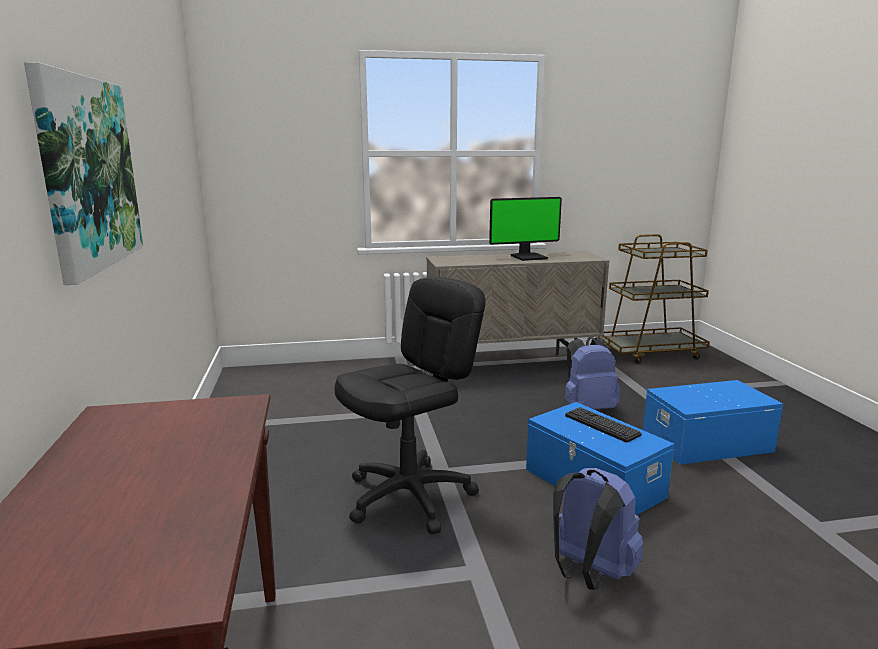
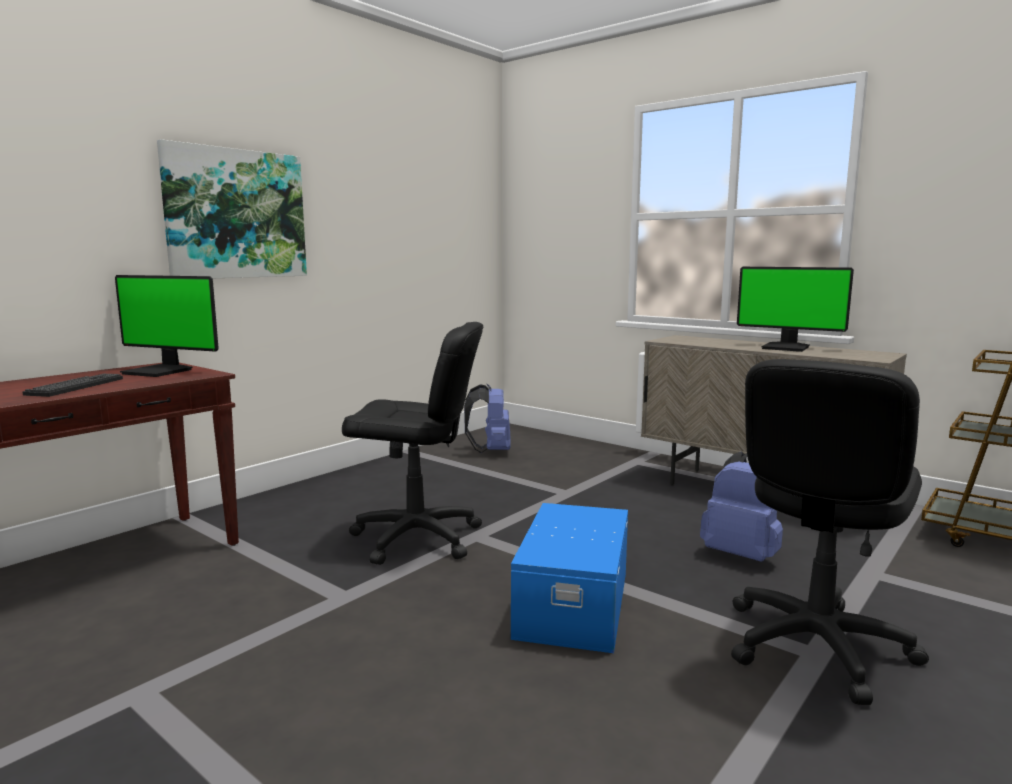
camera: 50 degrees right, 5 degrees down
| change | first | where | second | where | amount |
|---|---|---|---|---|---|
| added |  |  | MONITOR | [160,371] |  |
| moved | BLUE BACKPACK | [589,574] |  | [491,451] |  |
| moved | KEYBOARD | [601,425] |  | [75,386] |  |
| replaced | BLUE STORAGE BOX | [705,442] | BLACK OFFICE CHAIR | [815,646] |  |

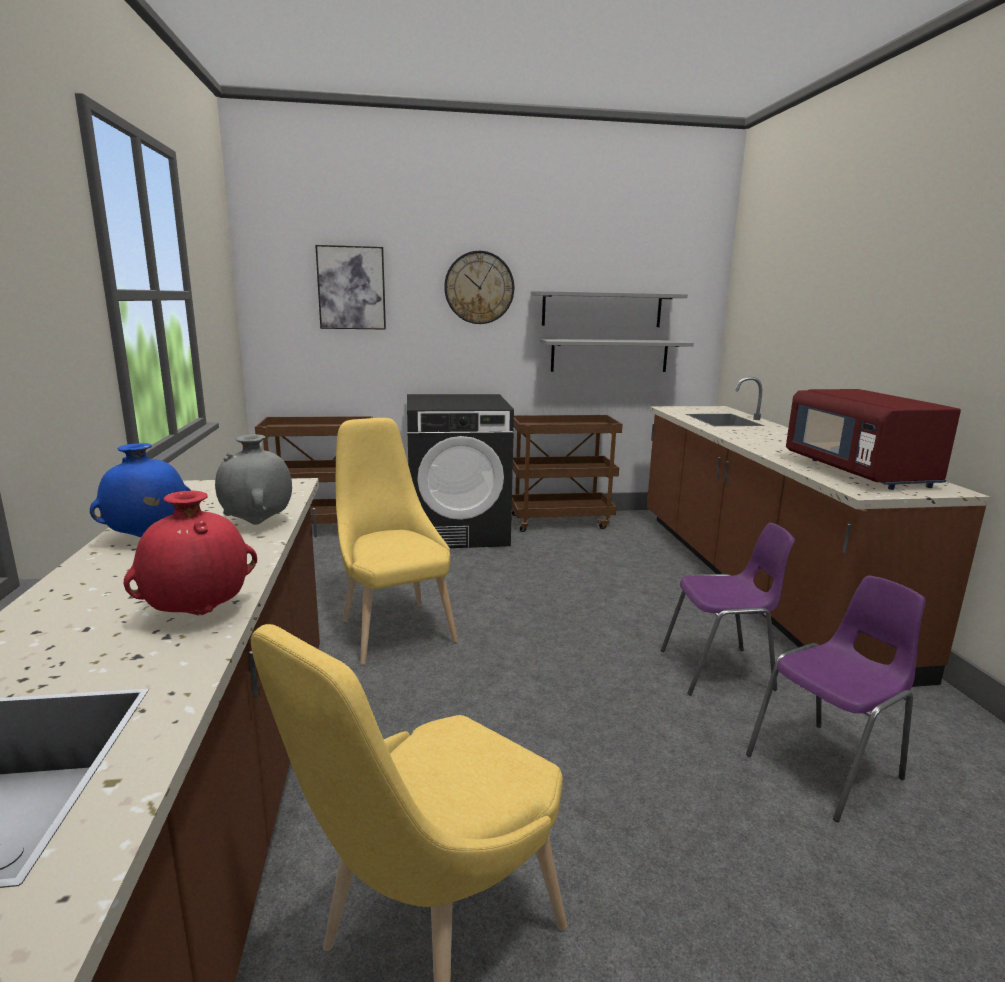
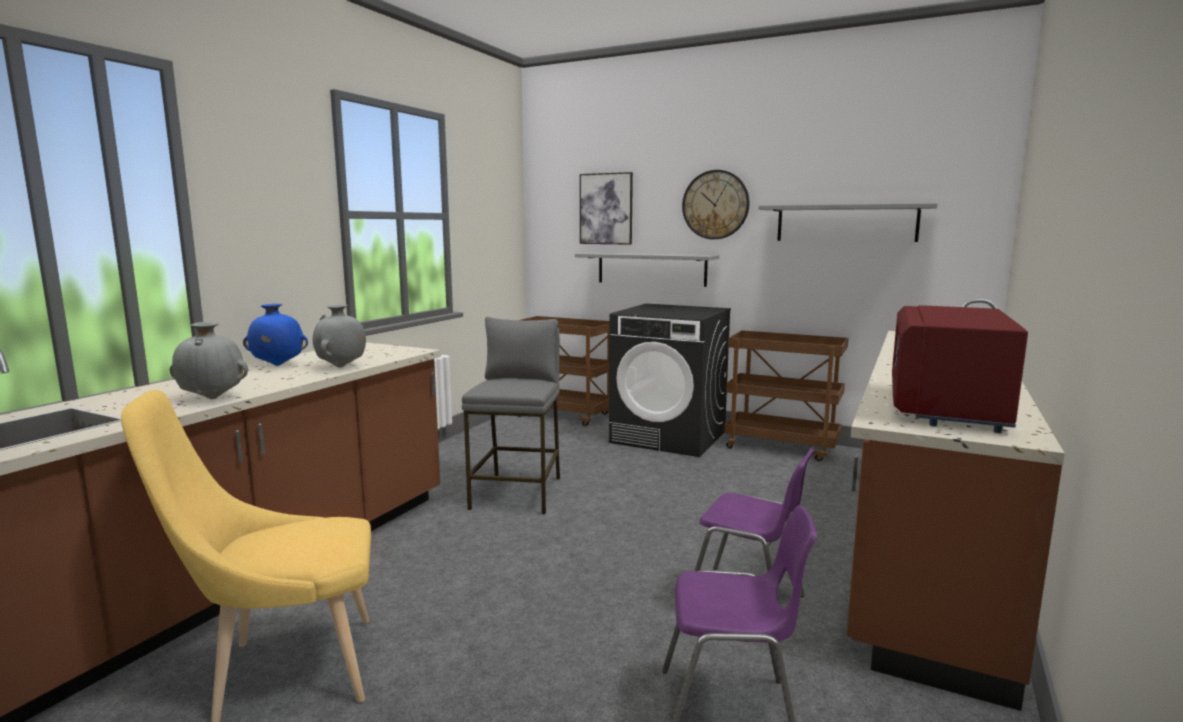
camera: 35 degrees right, 5 degrees down
| change | first | where | second | where | amount |
|---|---|---|---|---|---|
| moved | GREY SHELF | [609,355] |  | [651,269] |  |
| replaced | YELLOW CHAIR | [393,628] | GREY STOOL | [518,493] |  |
| recoloured | RED VASE | [200,613] | GREY VASE | [213,398] |  |

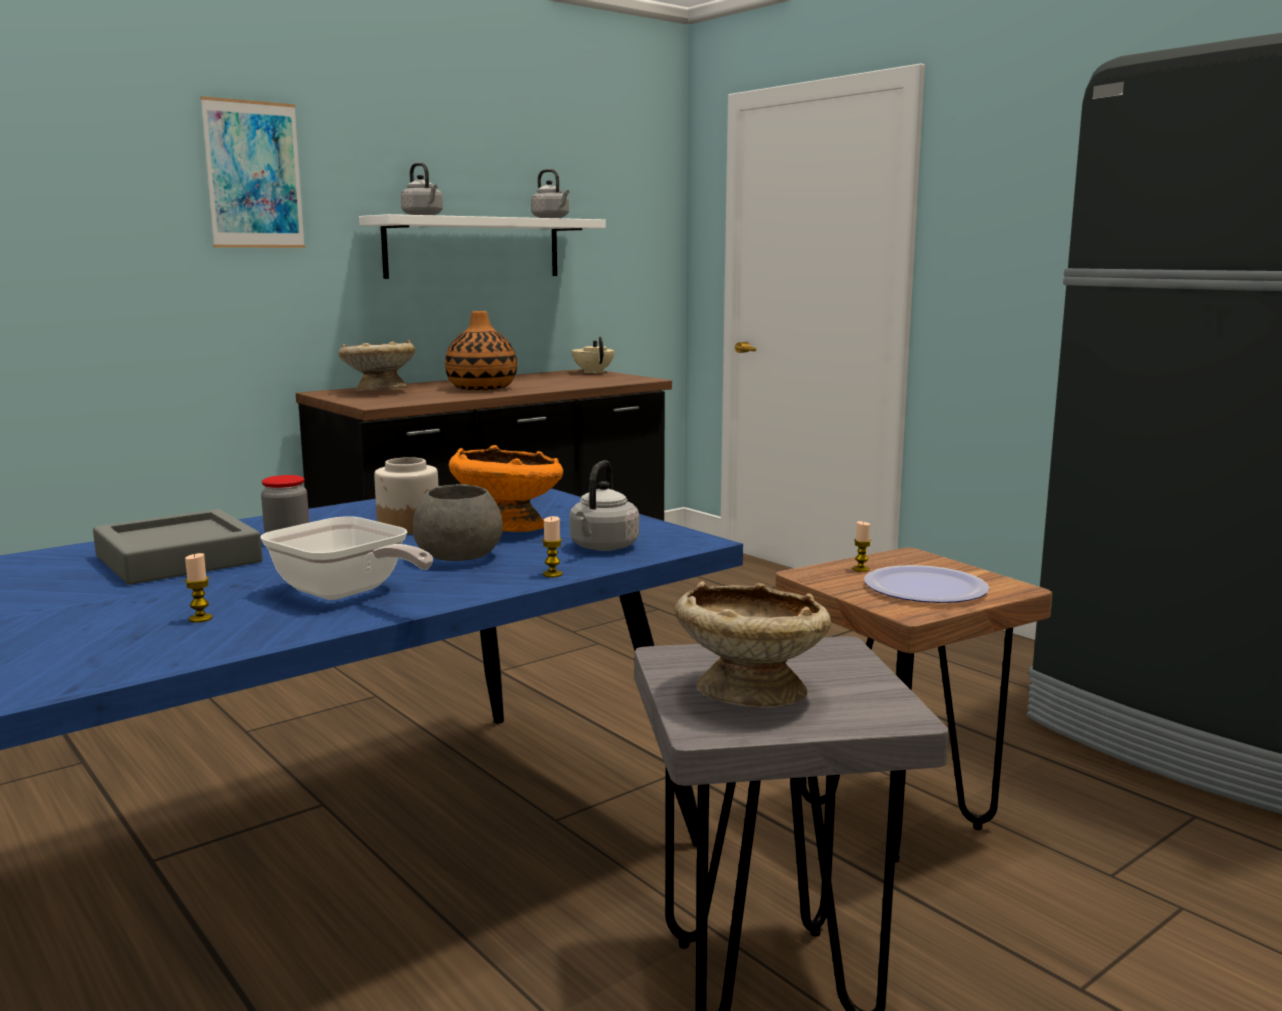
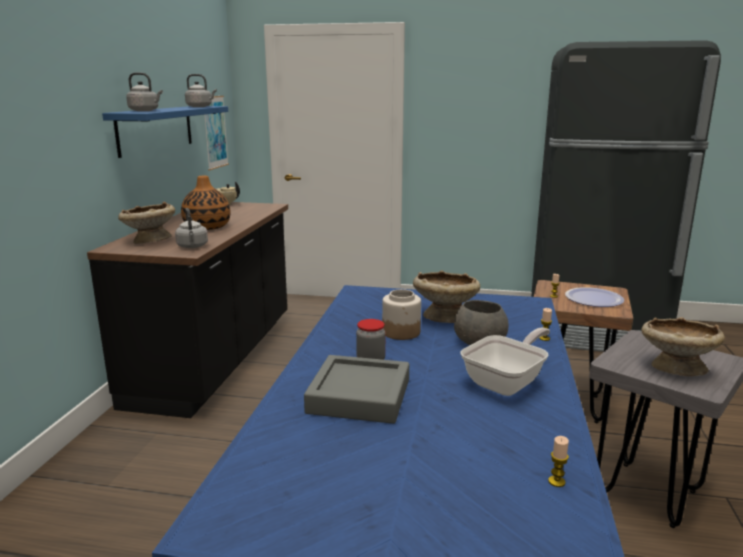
camera: 40 degrees left, 5 degrees up
| change | first | where | second | where | amount |
|---|---|---|---|---|---|
| moved | CANDLE | [200,618] |  | [556,481] |  |
| moved | PICTURE | [254,175] |  | [215,132] |  |
| moved | GREY KETTLE | [602,547] |  | [192,247] |  |
| recoloured | WHITE SHELF | [473,248] | BLUE SHELF | [156,129] |  |
| recoloured | ORANGE BOWL | [507,527] | BEIGE BOWL | [444,318] |  |
| turned | FRYING PAN | [346,593] |  | [507,382] | 45 degrees counterclockwise |

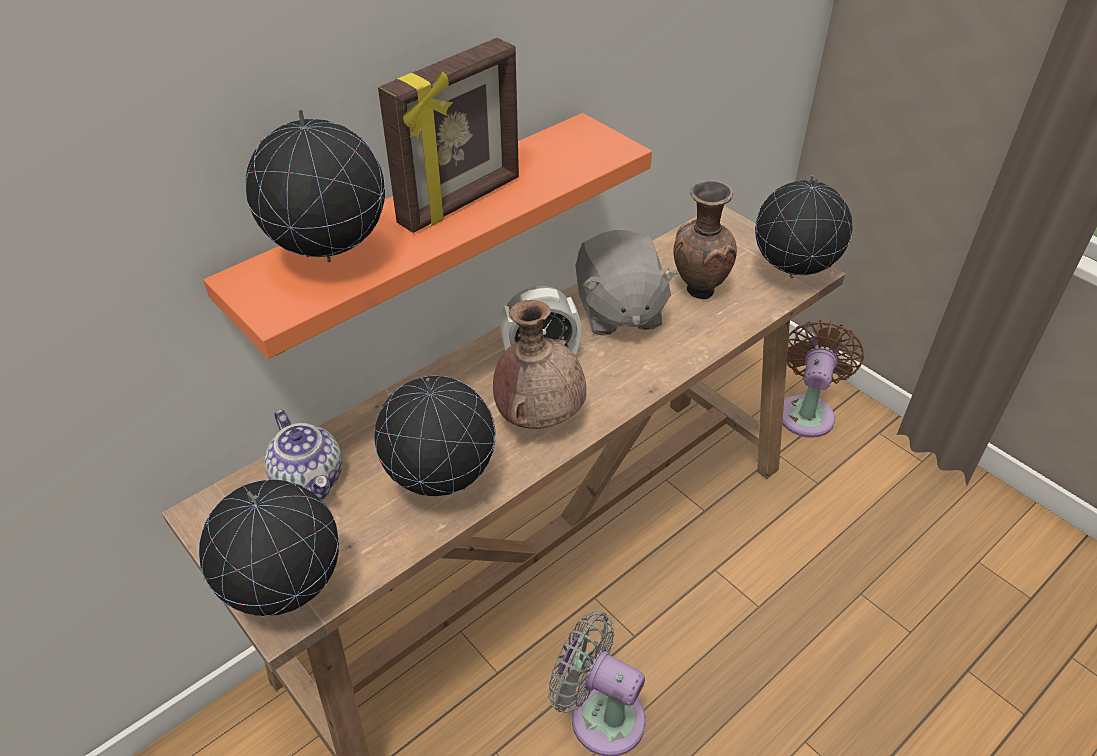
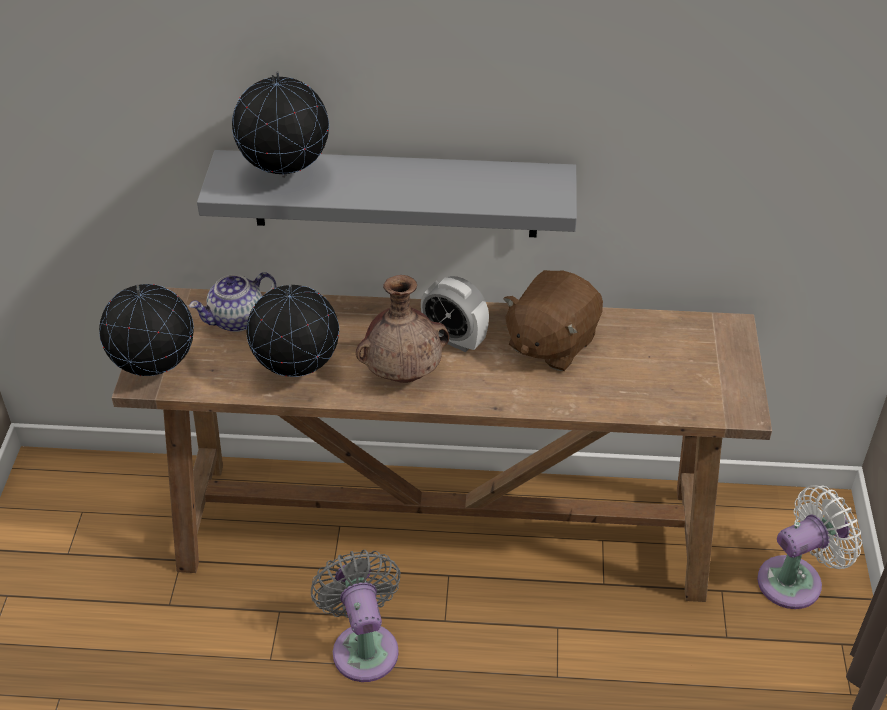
camera: 45 degrees right, 0 degrees up
| change | first | where | second | where | amount |
|---|---|---|---|---|---|
| removed | PICTURE FRAME | [461,202] |  |  |  |
| removed | BROWN VASE | [697,290] |  |  |  |
| removed | GLOBE | [791,276] |  |  |  |
| recoloured | ORANGE SHELF | [420,233] | GREY SHELF | [395,194] |  |
| recoloured | GREY PLUSH TOY | [618,311] | BROWN PLUSH TOY | [550,343] |  |
| recoloured | BROWN FAN | [807,412] | WHITE FAN | [795,580] |  |
| turned | TEAPOT | [310,479] |  | [237,320] | 45 degrees clockwise |

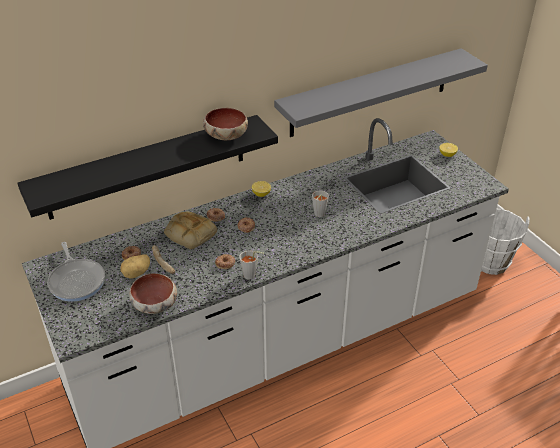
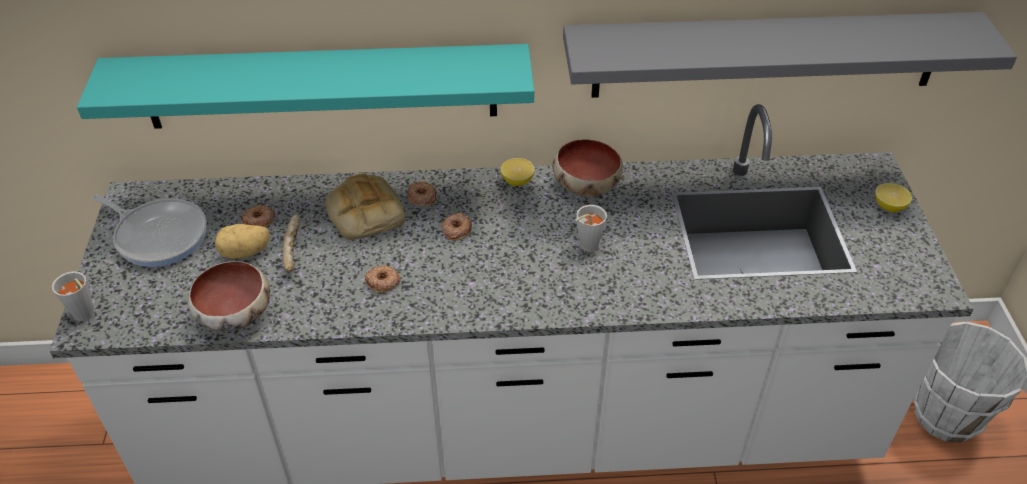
camera: 25 degrees right, 5 degrees up
| change | first | where | second | where | amount |
|---|---|---|---|---|---|
| moved | BOWL | [225,136] |  | [585,184] |  |
| moved | GREY CUP | [251,276] |  | [85,316] |  |
| recoloured | BLACK SHELF | [147,167] | TURQUOISE SHELF | [321,86] |  |
| turned | FRYING PAN | [77,280] |  | [159,235] | 60 degrees counterclockwise |

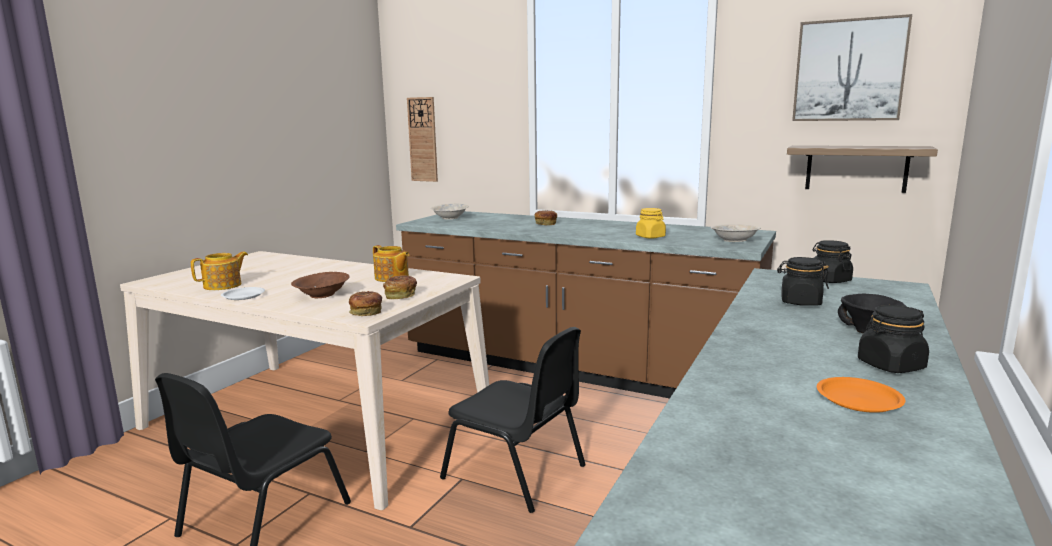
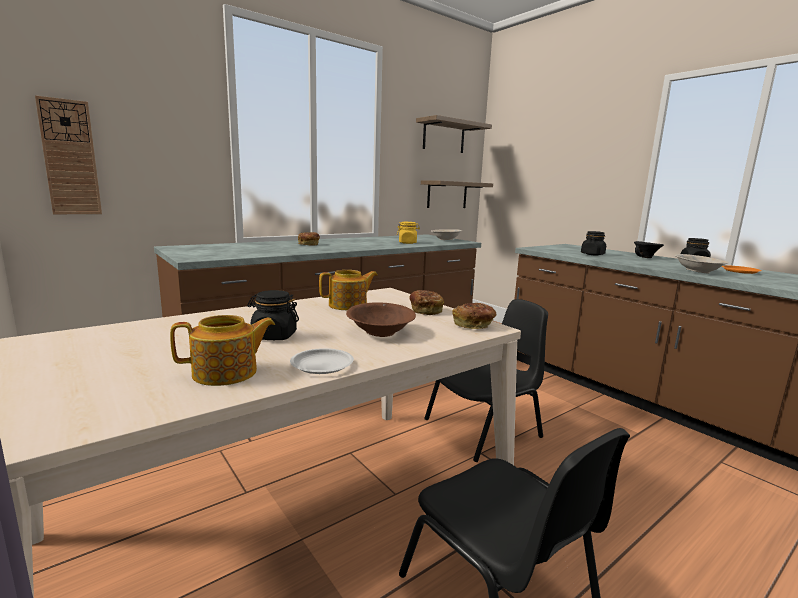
camera: 65 degrees left, 0 degrees up
| change | first | where | second | where | amount |
|---|---|---|---|---|---|
| moved | BEIGE BOWL | [450,218] |  | [698,271] |  |
| moved | BLACK JAR | [829,280] |  | [274,336] |  |
| replaced | PICTURE | [849,70] | SHELF | [443,136] |  |
| turned | TEAPOT | [223,285] |  | [226,373] | 90 degrees clockwise |

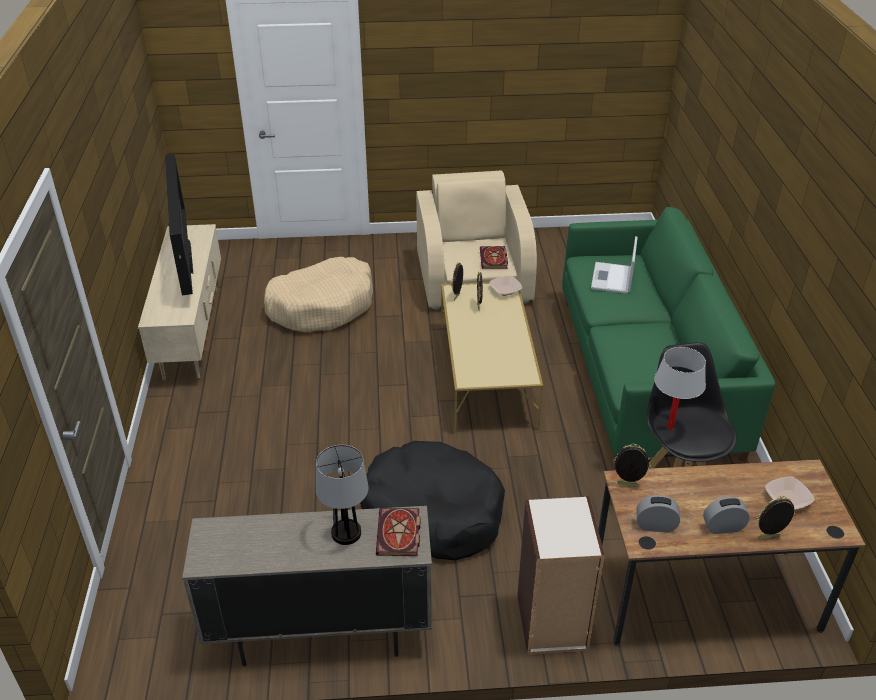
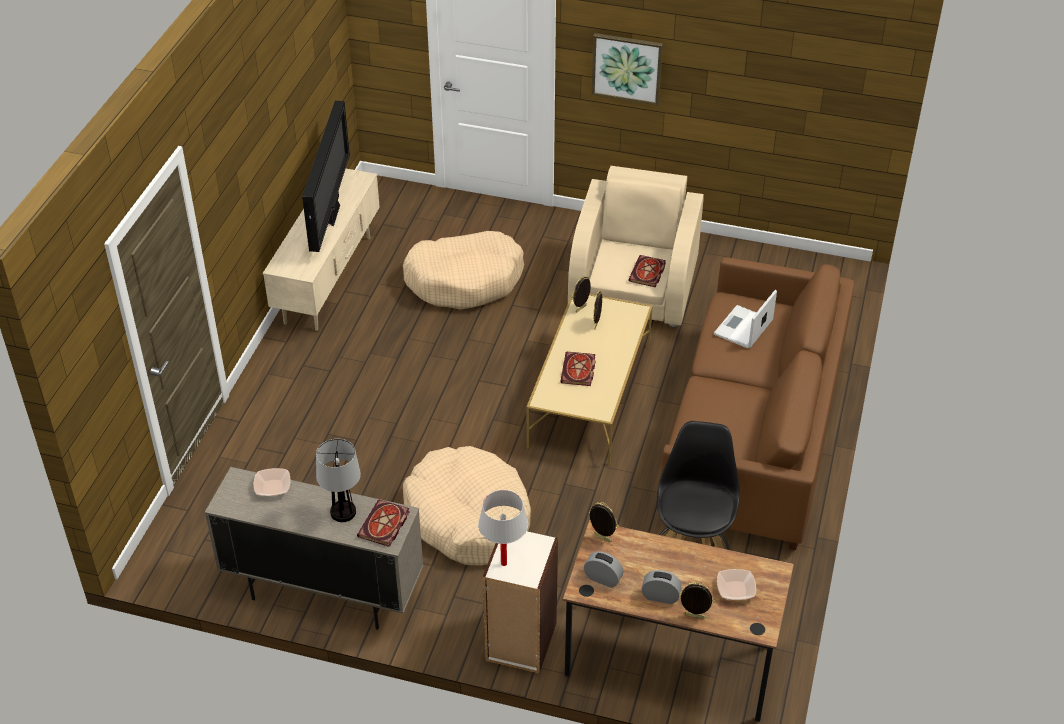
camera: 20 degrees right, 5 degrees up
| change | first | where | second | where | amount |
|---|---|---|---|---|---|
| added |  |  | BOOK | [579,371] |  |
| added |  |  | PICTURE | [627,68] |  |
| moved | BOWL | [505,290] |  | [273,487] |  |
| moved | WHITE TABLE LAMP | [670,427] |  | [504,563] |  |
| recoloured | BLACK DOG BED | [433,512] | BEIGE DOG BED | [468,517] |  |
| recoloured | GREEN SOFA | [647,373] | BROWN SOFA | [753,436] |  |

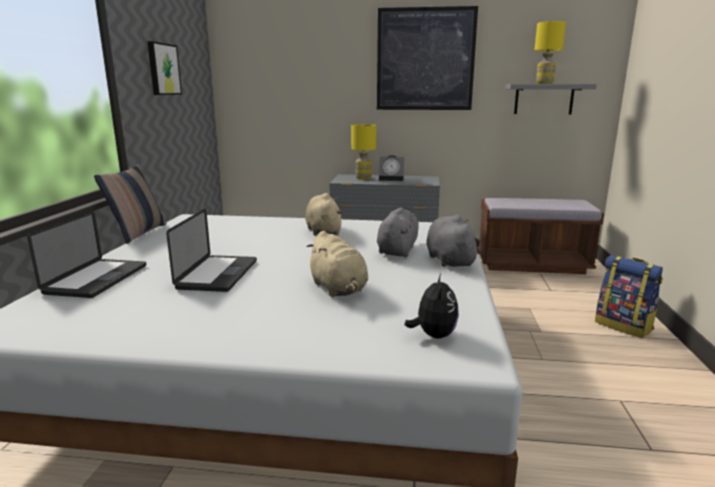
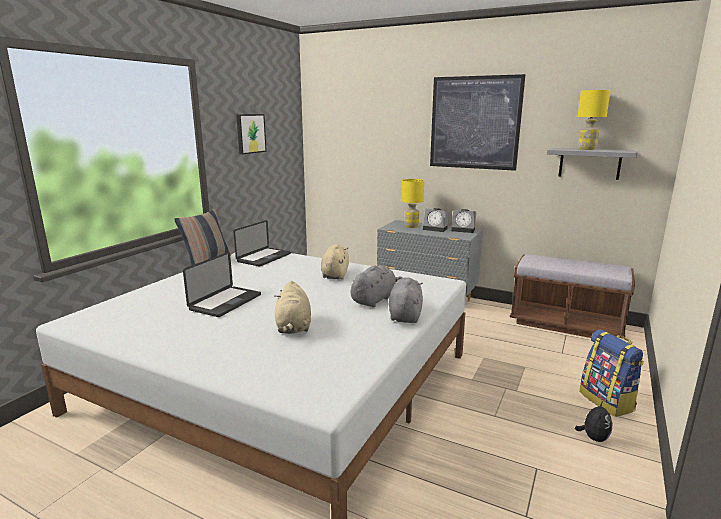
camera: 20 degrees right, 0 degrees up
| change | first | where | second | where | amount |
|---|---|---|---|---|---|
| added |  |  | ALARM CLOCK | [464,230] |  |
| moved | LAPTOP | [97,279] |  | [264,258] |  |
| moved | PLUSH TOY | [433,335] |  | [593,438] |  |

